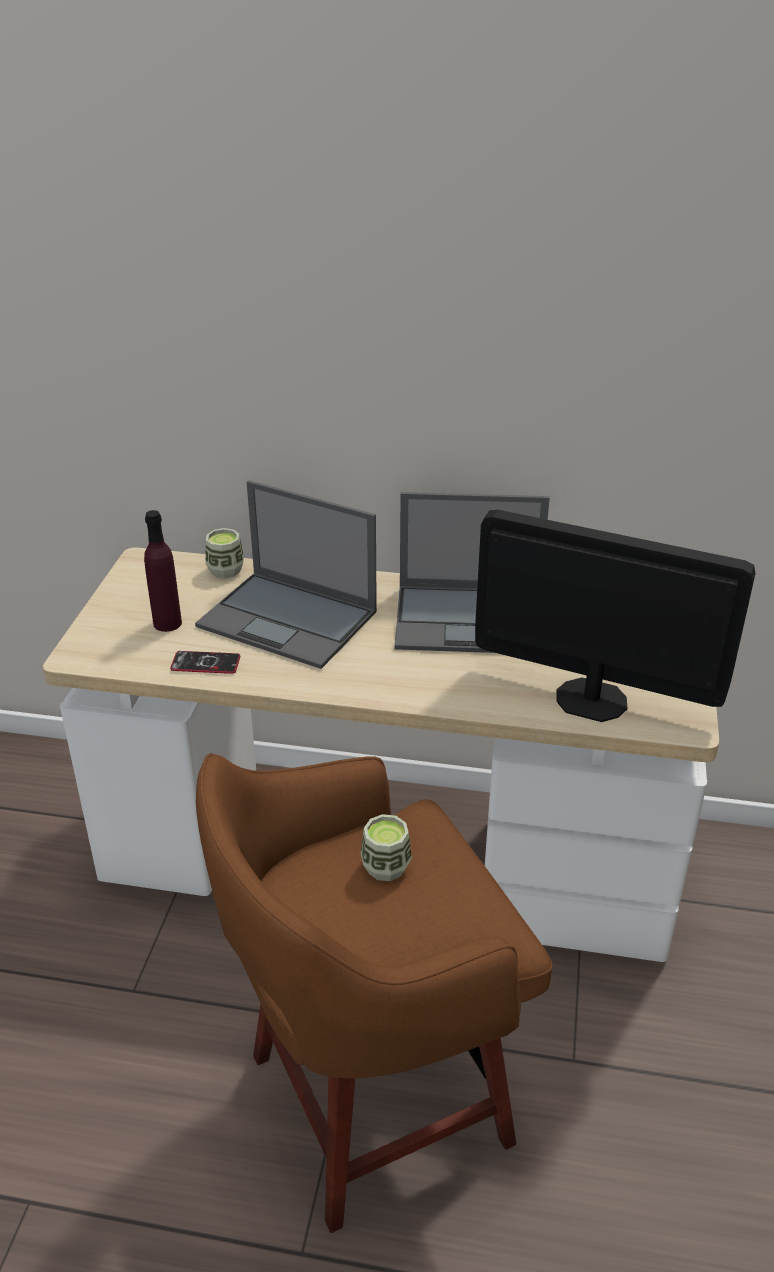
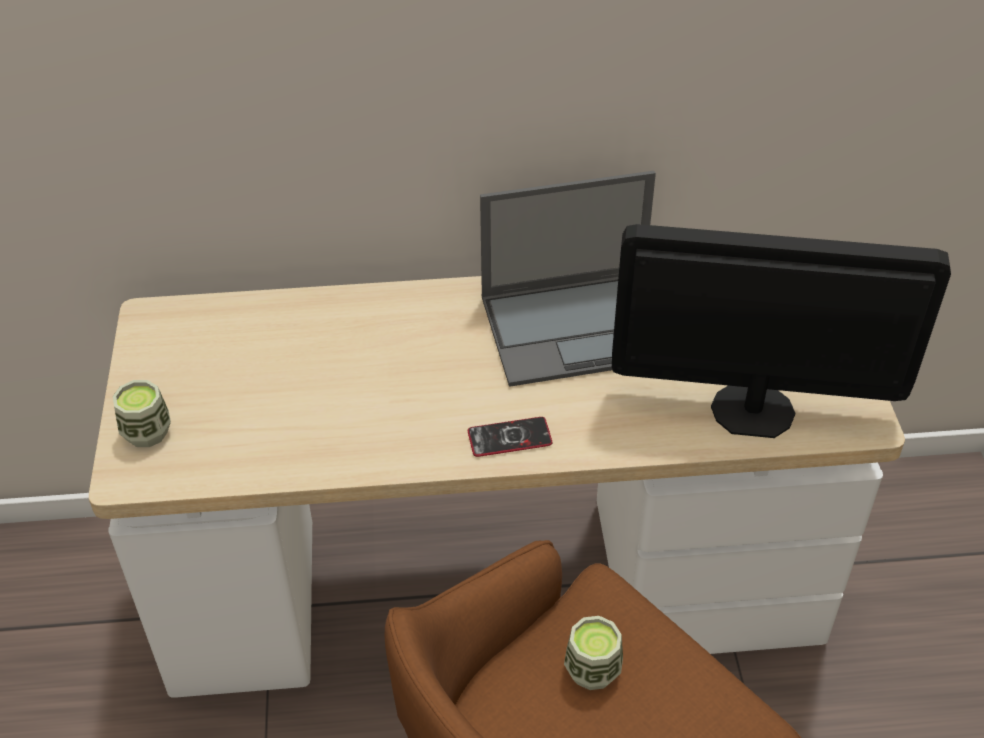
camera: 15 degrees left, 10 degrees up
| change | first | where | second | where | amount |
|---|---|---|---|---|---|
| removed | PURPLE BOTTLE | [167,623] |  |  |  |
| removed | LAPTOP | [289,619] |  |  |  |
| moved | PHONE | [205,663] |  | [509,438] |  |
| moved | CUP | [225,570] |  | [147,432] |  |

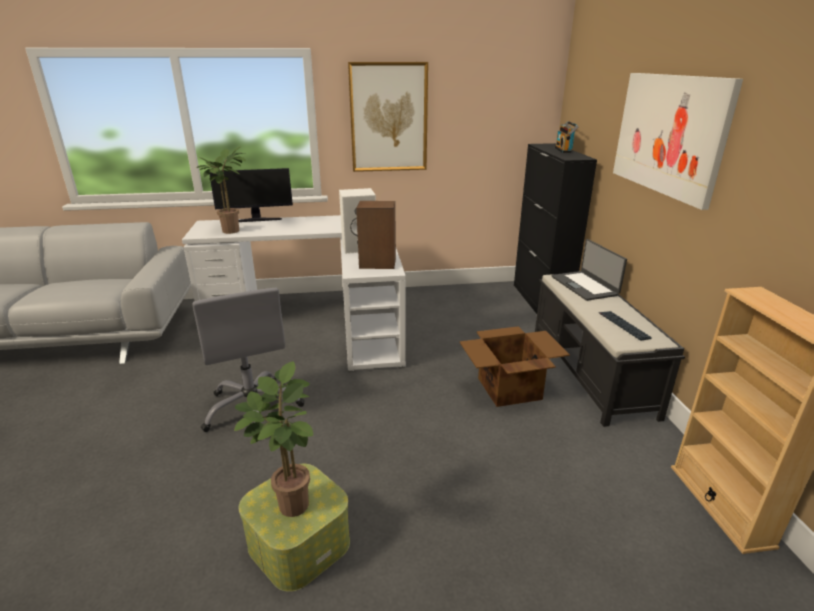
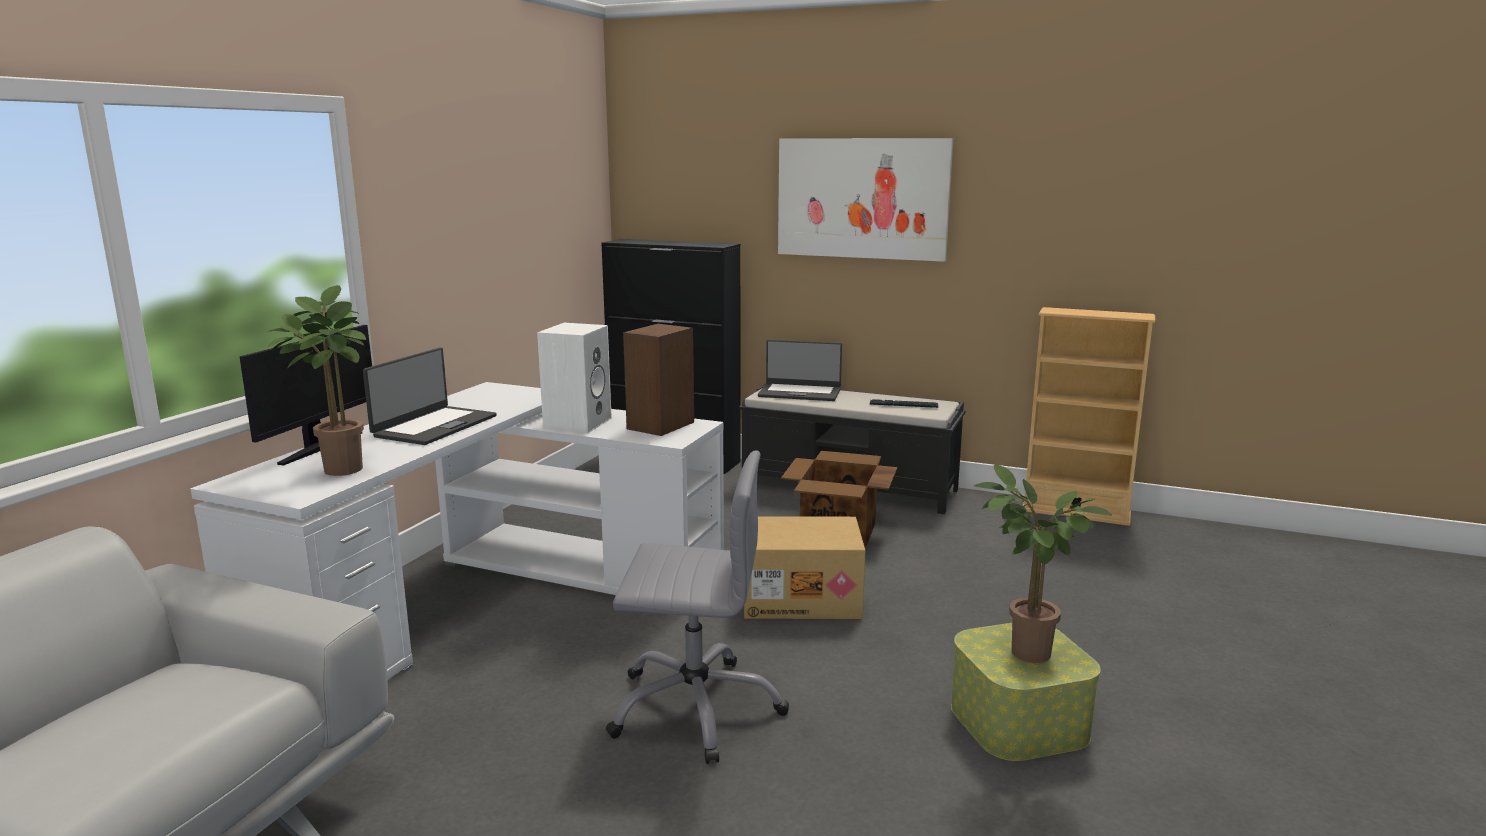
camera: 60 degrees left, 10 degrees down
| change | first | where | second | where | amount |
|---|---|---|---|---|---|
| removed | PICTURE | [388,118] |  |  |  |
| removed | RADIO | [564,150] |  |  |  |
| added |  |  | LAPTOP | [434,426] |  |
| added |  |  | CARDBOARD BOX | [802,598] |  |

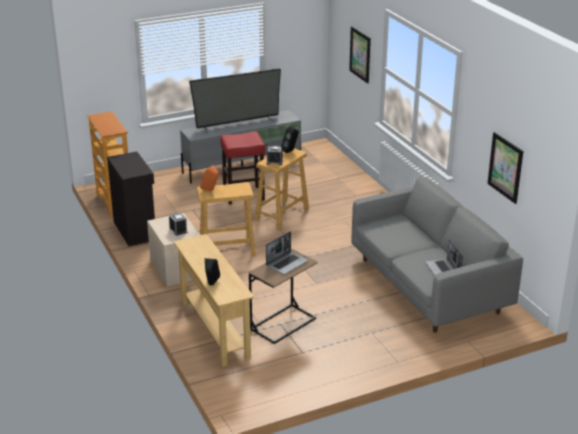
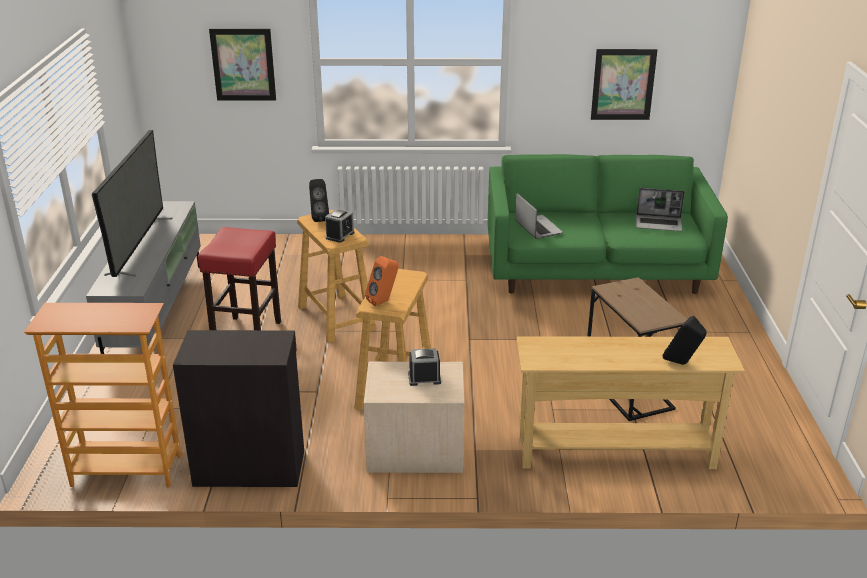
camera: 65 degrees left, 0 degrees up
| change | first | where | second | where | amount |
|---|---|---|---|---|---|
| moved | LAPTOP | [287,263] |  | [537,228] |  |
| recoloured | GREY SOFA | [428,285] | GREEN SOFA | [595,270] |  |

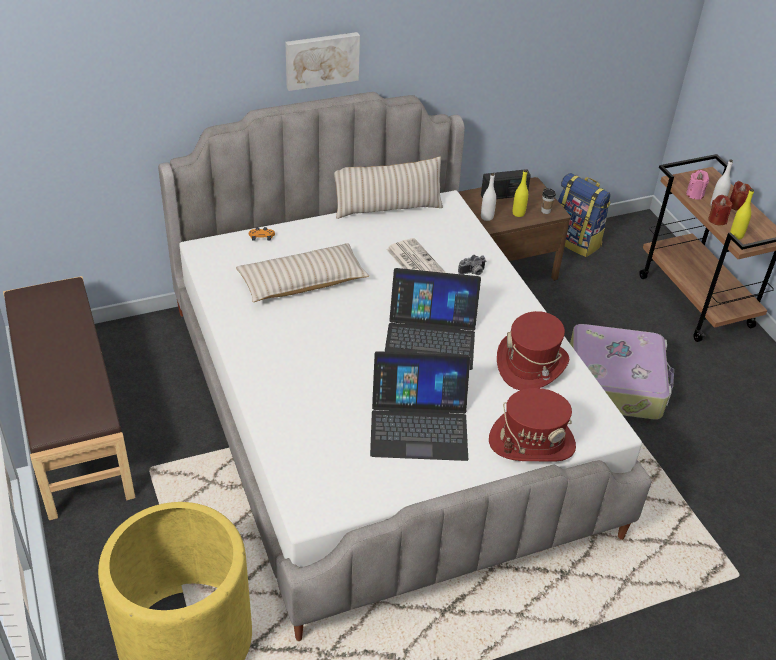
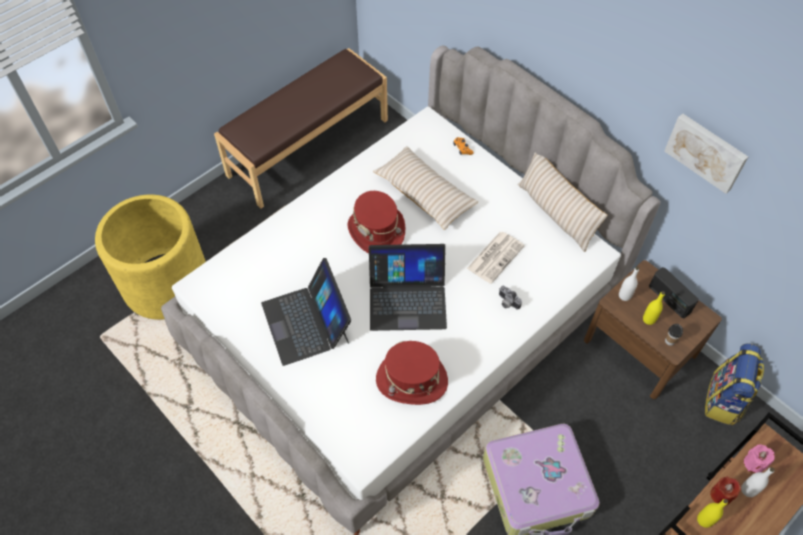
camera: 70 degrees right, 15 degrees up
| change | first | where | second | where | amount |
|---|---|---|---|---|---|
| removed | RED CANDLE | [737,205] |  |  |  |
| moved | PICTURE | [321,59] |  | [706,151] |  |
| moved | RED HAT | [532,442] |  | [376,231] |  |
| turned | LAPTOP | [430,337] |  | [407,298] | 75 degrees counterclockwise |

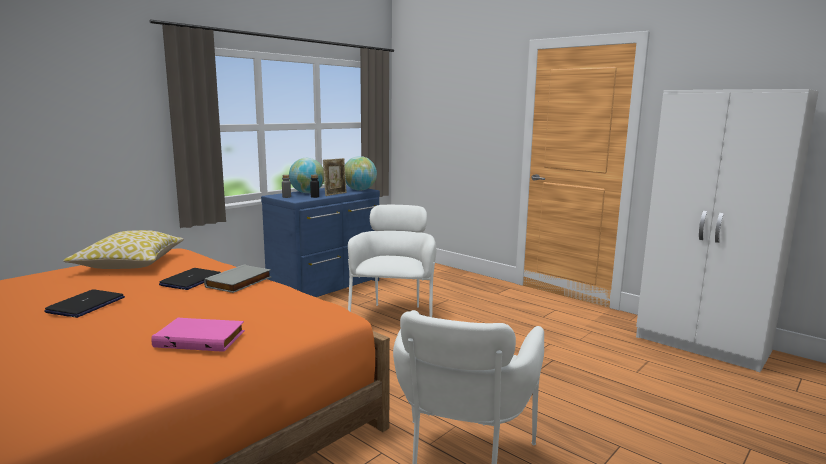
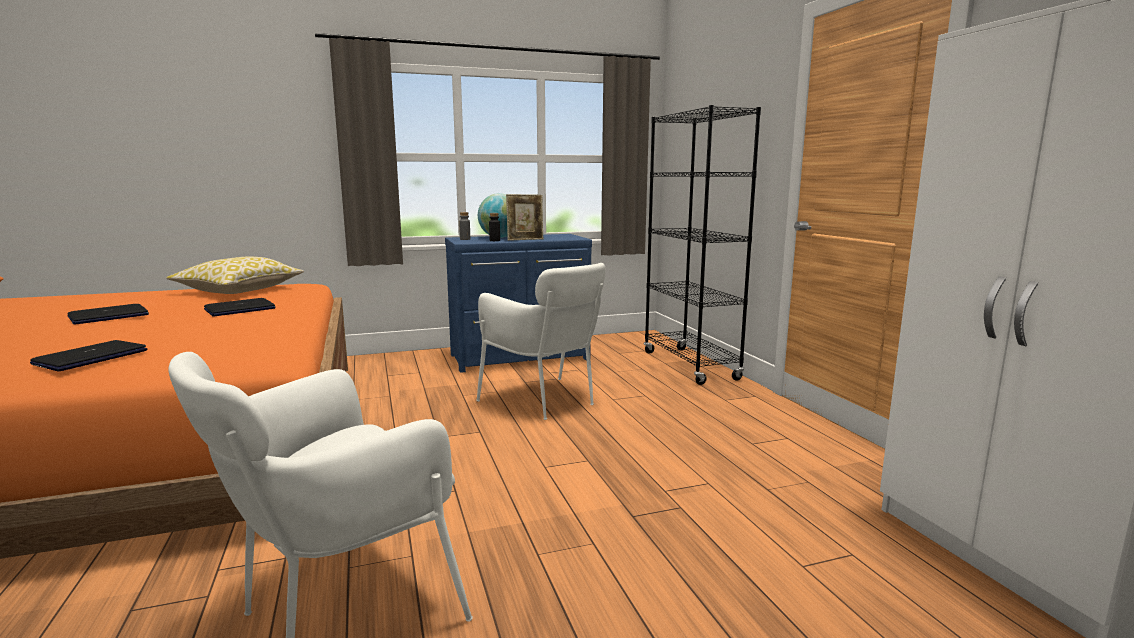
camera: 30 degrees right, 0 degrees up
| change | first | where | second | where | amount |
|---|---|---|---|---|---|
| removed | GREY BOOK | [239,282] |  |  |  |
| removed | GLOBE | [359,190] |  |  |  |
| added |  |  | BLACK BOOKCASE | [690,366] |  |
| replaced | PINK BOOK | [201,338] | LAPTOP | [91,357] |  |
| turned | WHITE ARMCHAIR | [394,315] |  | [546,401] | 105 degrees clockwise |

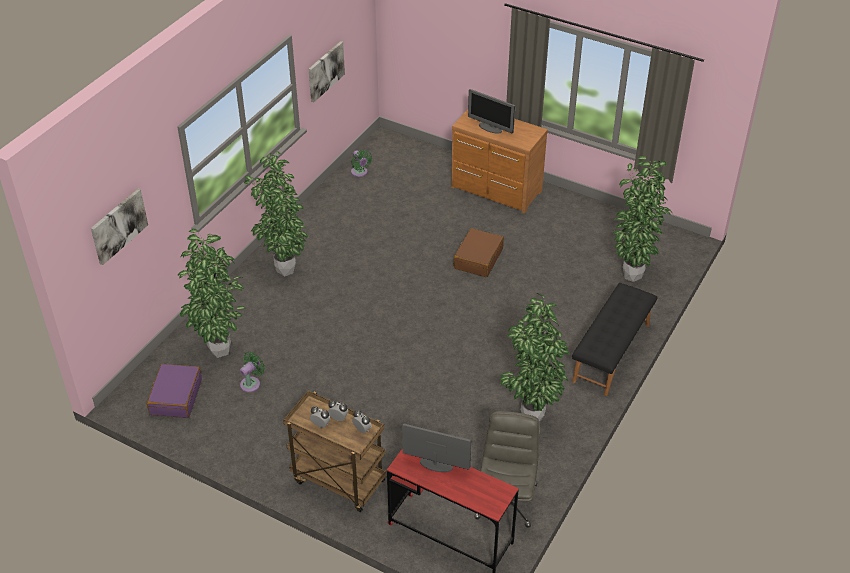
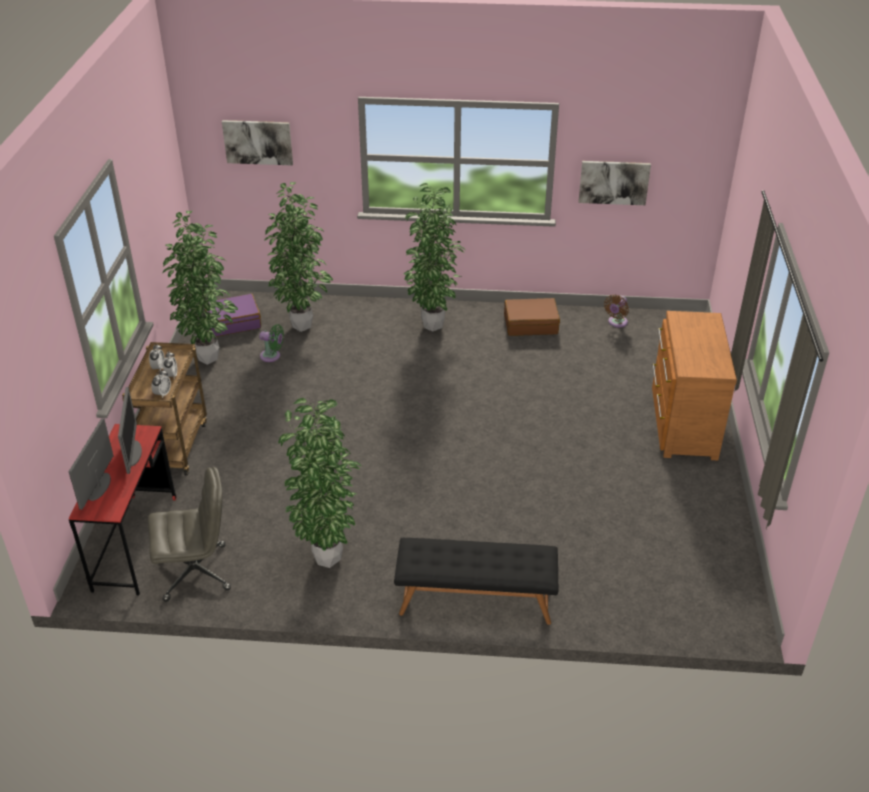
camera: 65 degrees right, 5 degrees down
| change | first | where | second | where | amount |
|---|---|---|---|---|---|
| moved | BROWN SUITCASE | [478,258] |  | [531,324] |  |
| moved | MONITOR | [490,128] |  | [99,487] |  |
| moved | POTTED PLANT | [631,274] |  | [210,357] |  |
| recoloured | GREEN FAN | [360,173] | BROWN FAN | [616,323] |  |

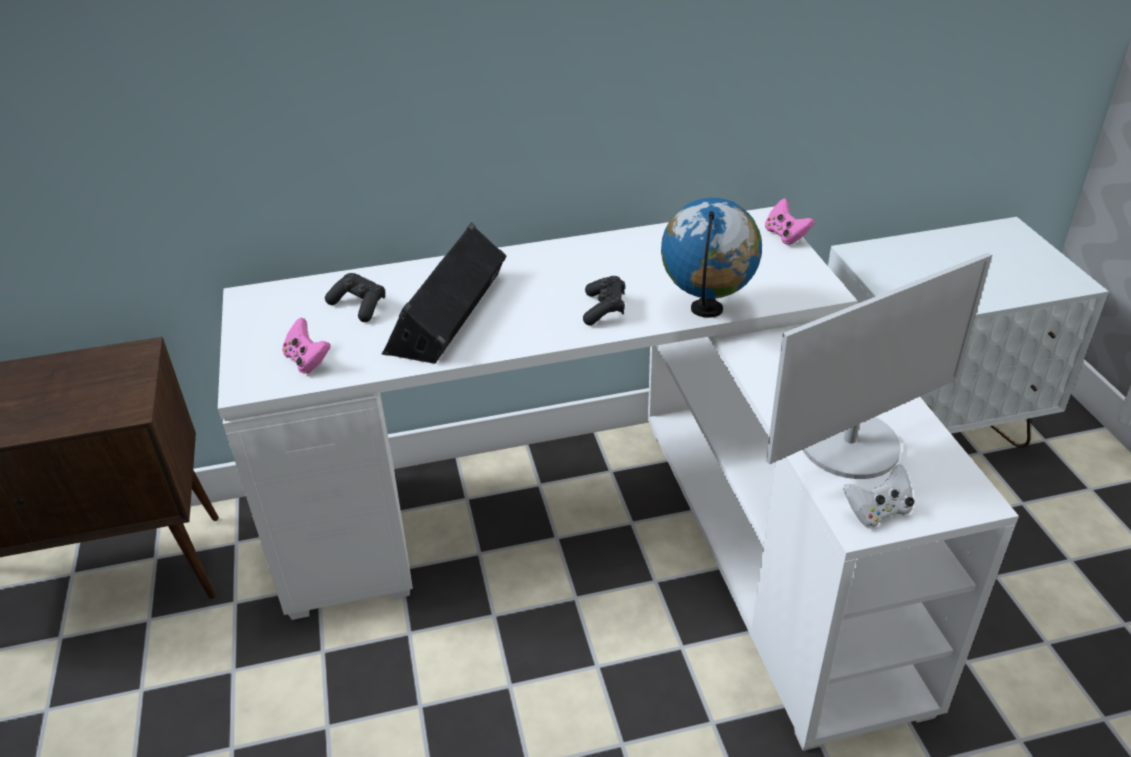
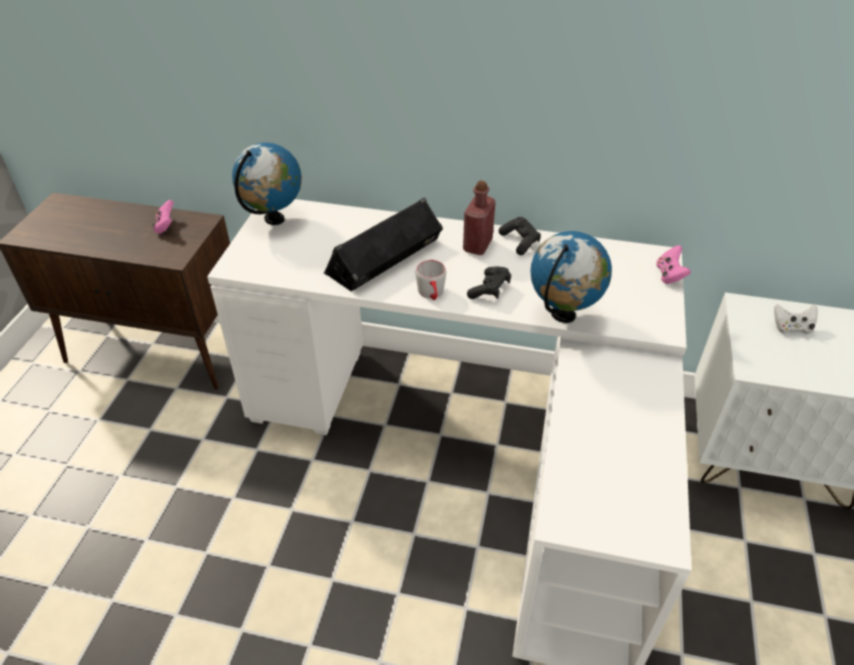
camera: 25 degrees right, 5 degrees up
| change | first | where | second | where | amount |
|---|---|---|---|---|---|
| removed | MONITOR | [850,445] |  |  |  |
| added |  |  | GLOBE | [274,219] |  |
| added |  |  | GREY MUG | [432,294] |  |
| added |  |  | RED BOTTLE | [477,245] |  |
| moved | PINK GAME CONTROLLER | [307,361] |  | [166,226] |  |
| moved | BLACK GAME CONTROLLER | [359,306] |  | [520,242] |  |
| moved | WHITE GAME CONTROLLER | [877,511] |  | [791,328] |  |

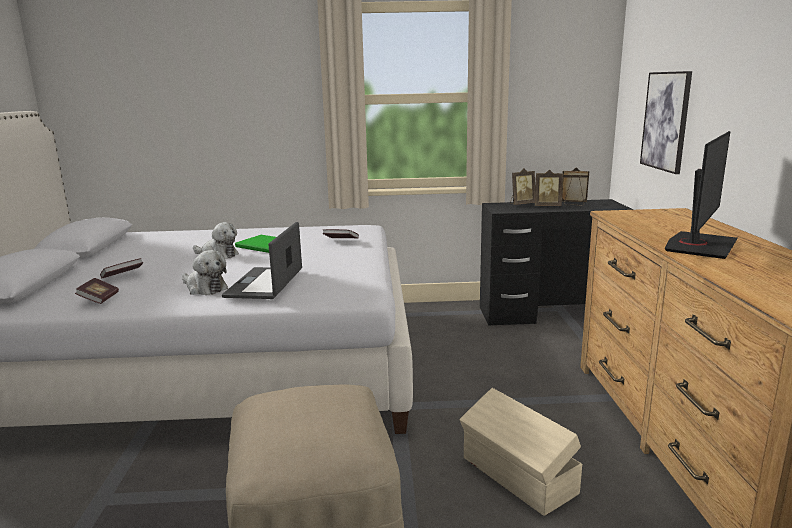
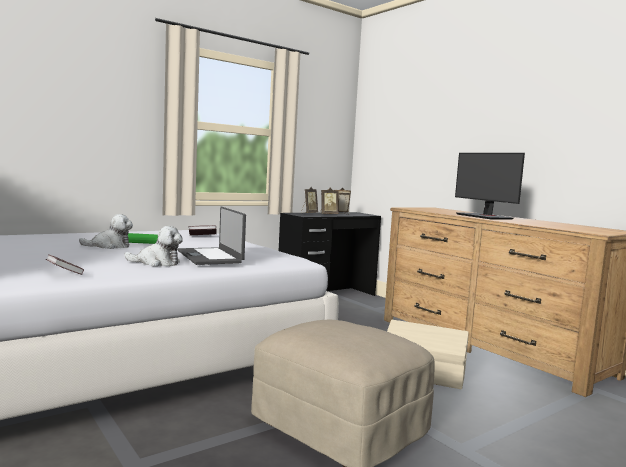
camera: 35 degrees left, 10 degrees down
| change | first | where | second | where | amount |
|---|---|---|---|---|---|
| removed | BOOK | [123,276] |  |  |  |
| removed | PICTURE | [666,121] |  |  |  |
| turned | MONITOR | [699,245] |  | [485,216] | 150 degrees clockwise |

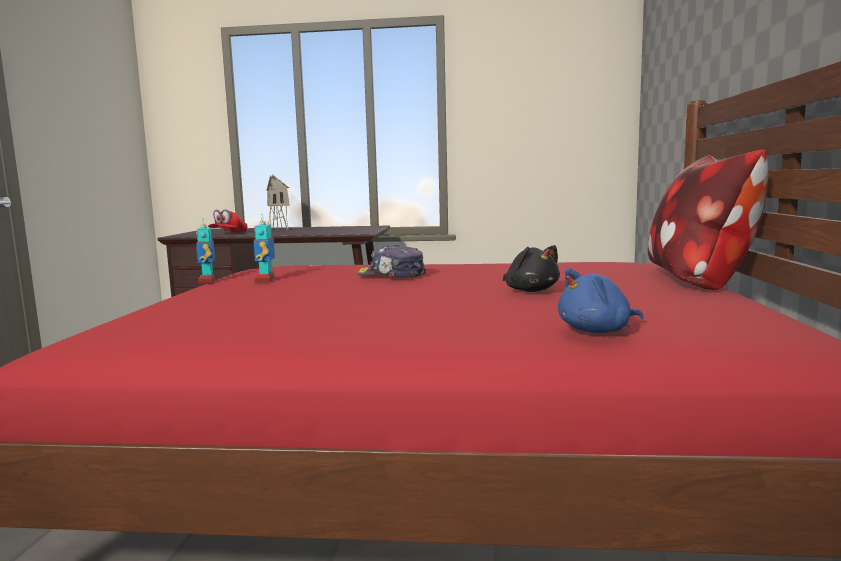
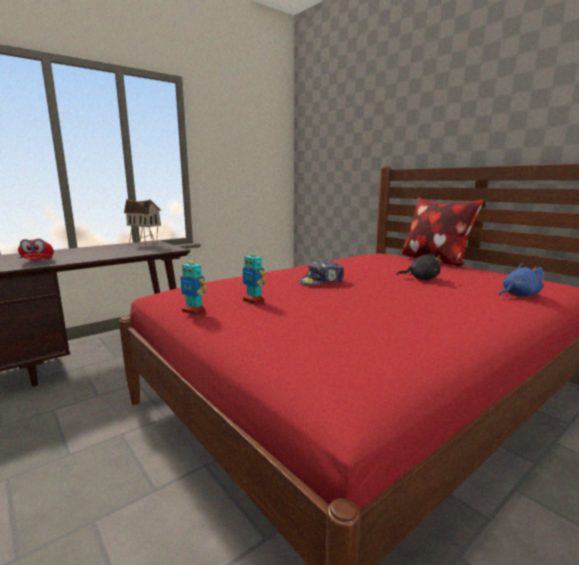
camera: 45 degrees left, 5 degrees up
| change | first | where | second | where | amount |
|---|---|---|---|---|---|
| moved | TOY HOUSE | [279,229] |  | [145,245] |  |
| turned | BLUE PLUSH TOY | [598,331] |  | [518,295] | 135 degrees counterclockwise |

